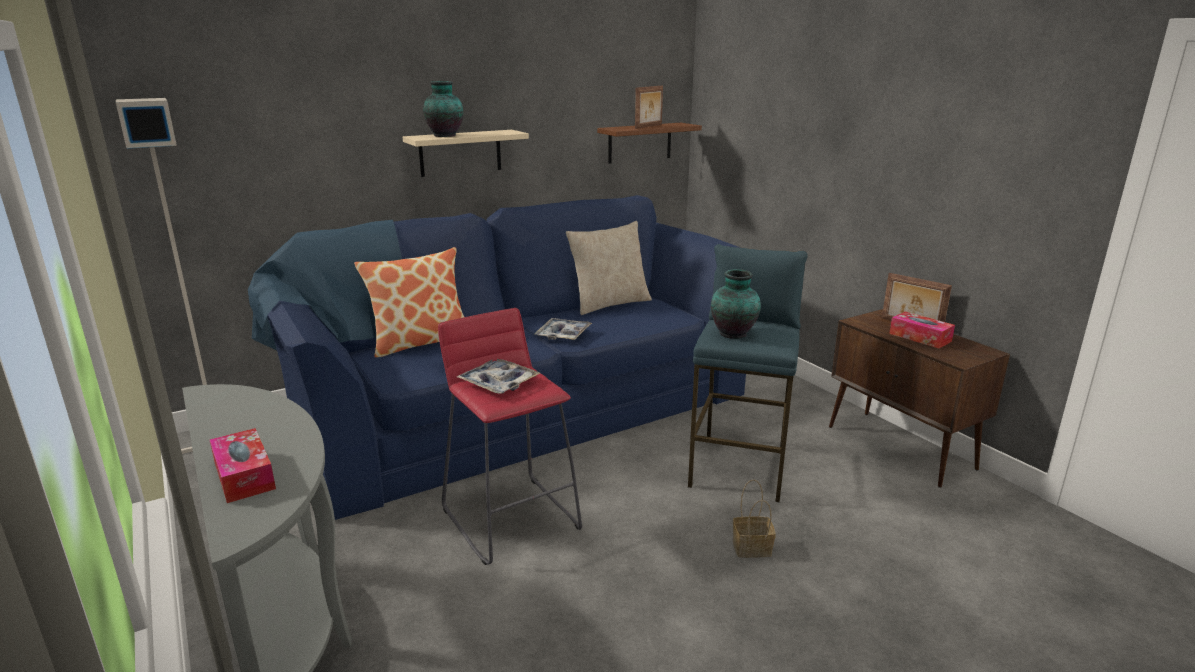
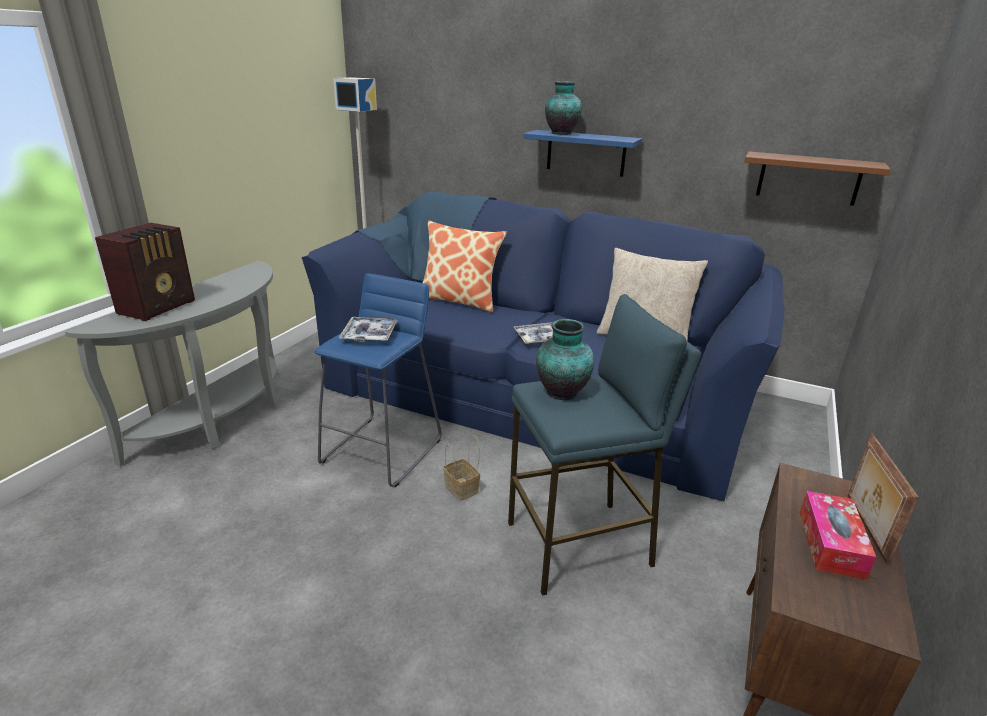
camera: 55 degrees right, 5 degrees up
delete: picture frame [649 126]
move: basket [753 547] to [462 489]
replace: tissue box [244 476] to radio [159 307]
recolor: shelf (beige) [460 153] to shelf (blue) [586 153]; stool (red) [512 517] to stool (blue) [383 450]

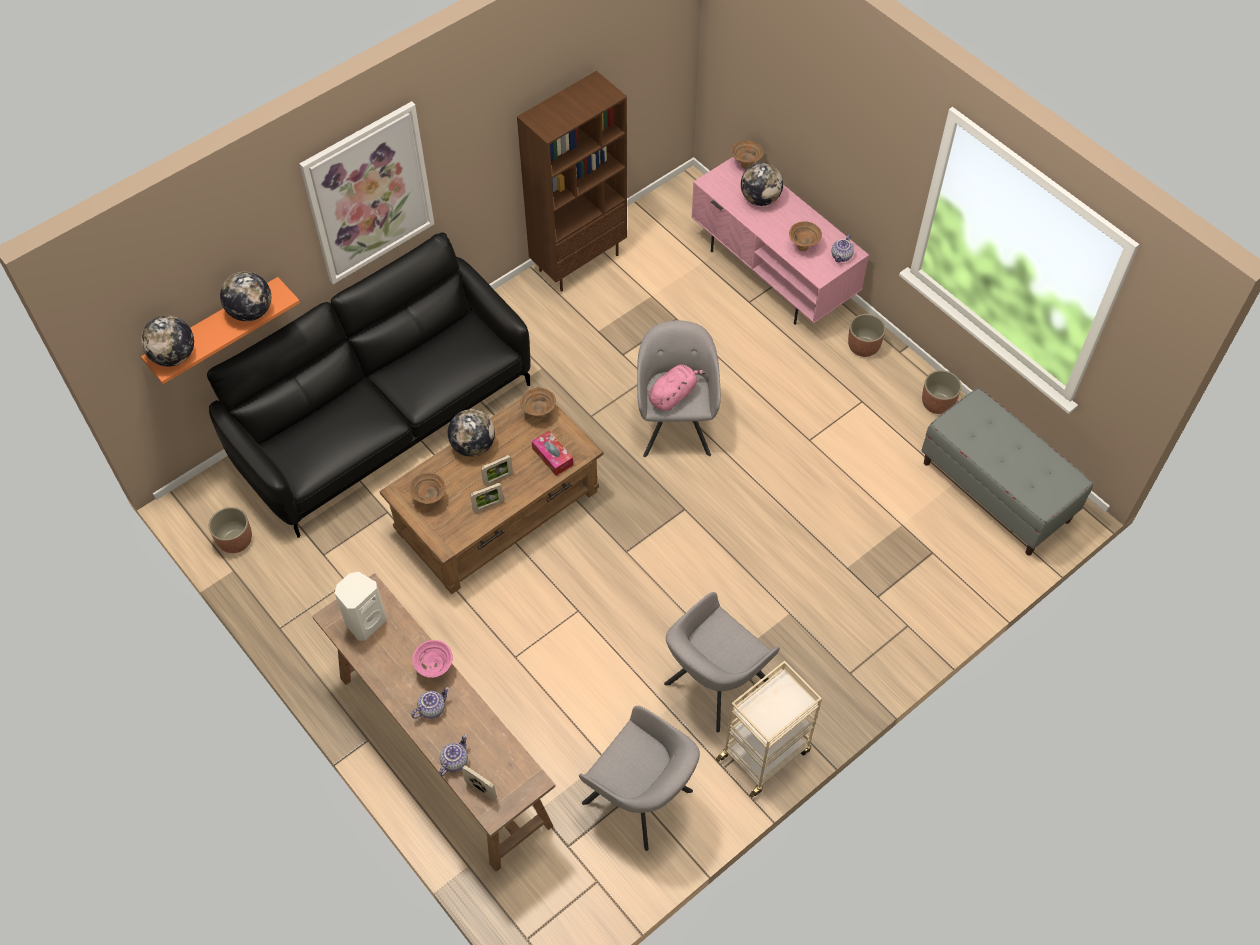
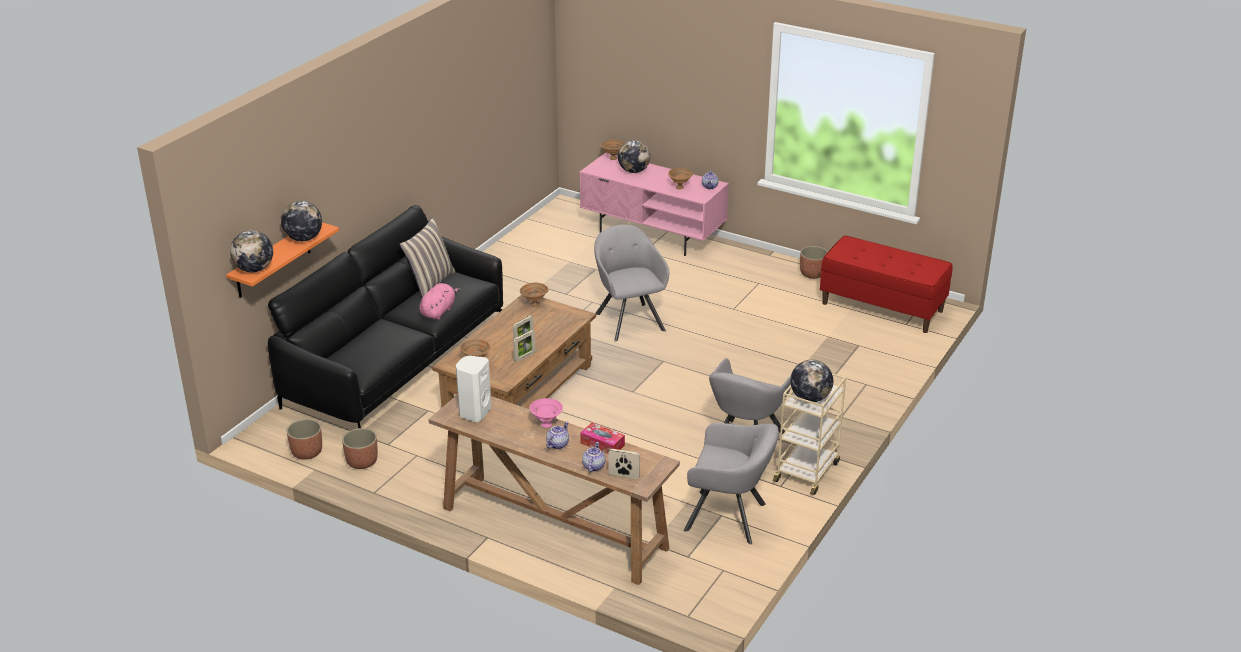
camera: 20 degrees left, 25 degrees down
delete: bookcase (brown) [578 261]; picture [369 193]
insert: pillow [430 283]
move: planter [863 346] to [362 462]; plush toy (pink) [673 395] to [438 311]; globe [473 446] to [810 398]; tissue box [552 457] to [602 444]
recolor: bench (grey) [996 491] to bench (red) [882 307]

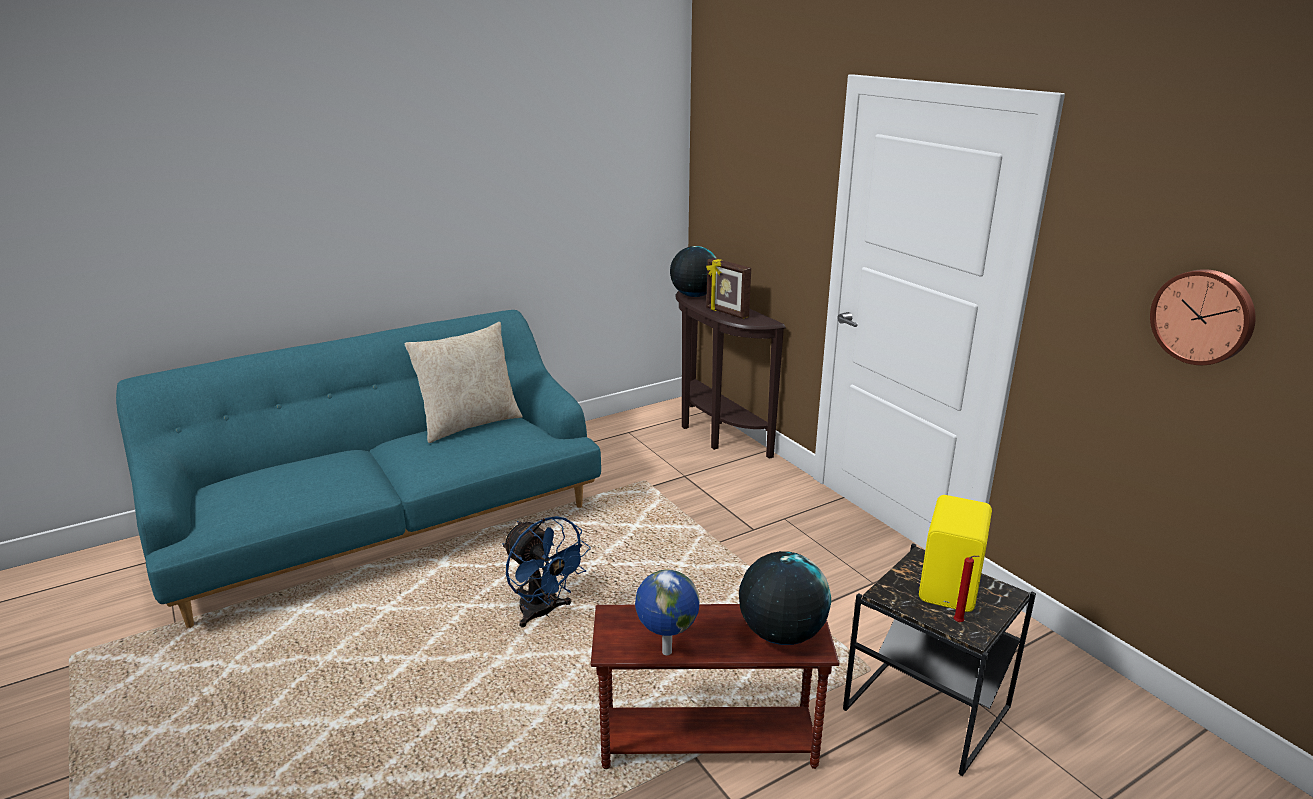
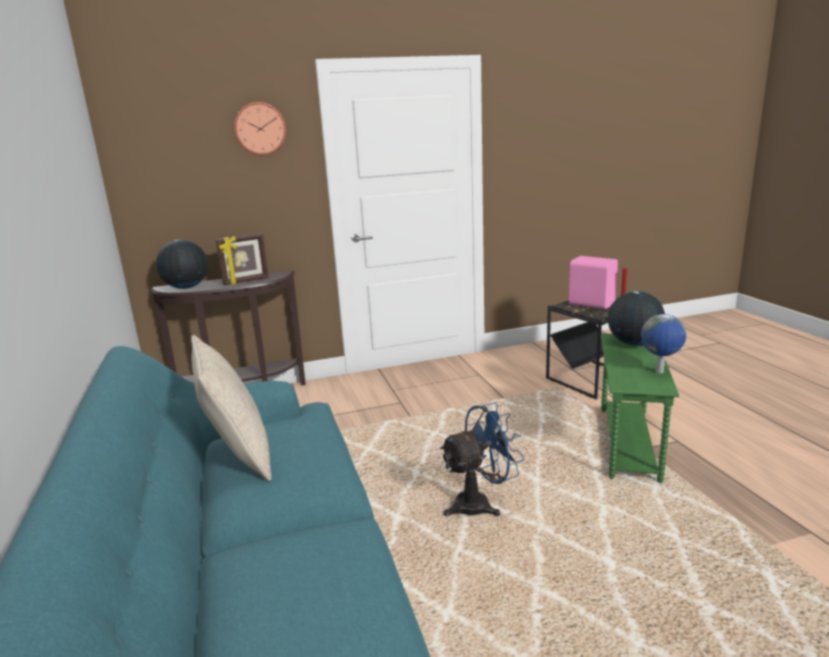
camera: 75 degrees left, 5 degrees down
move: wall clock [1203 316] to [260 129]
recolor: speaker (yellow) [951 587] to speaker (pink) [591 303]; side table (brown) [708 743] to side table (green) [629 443]

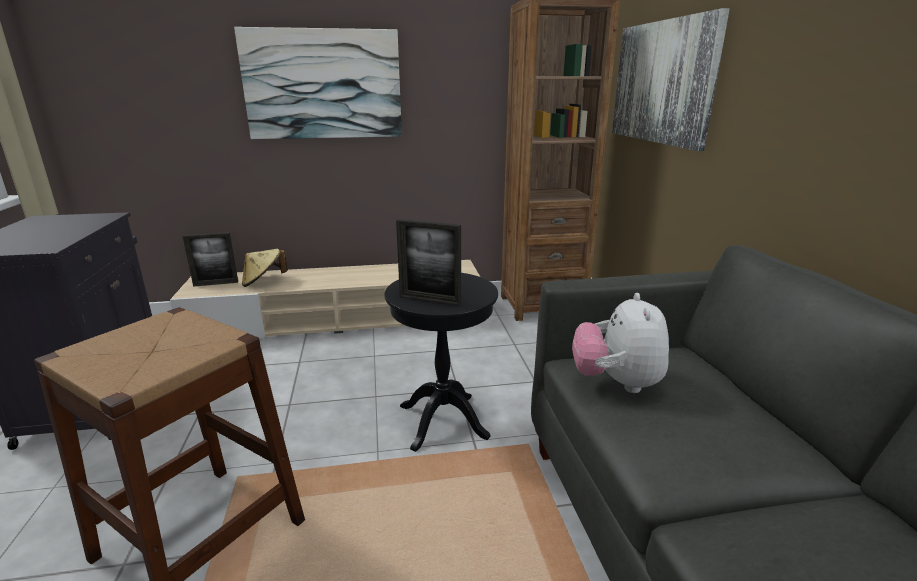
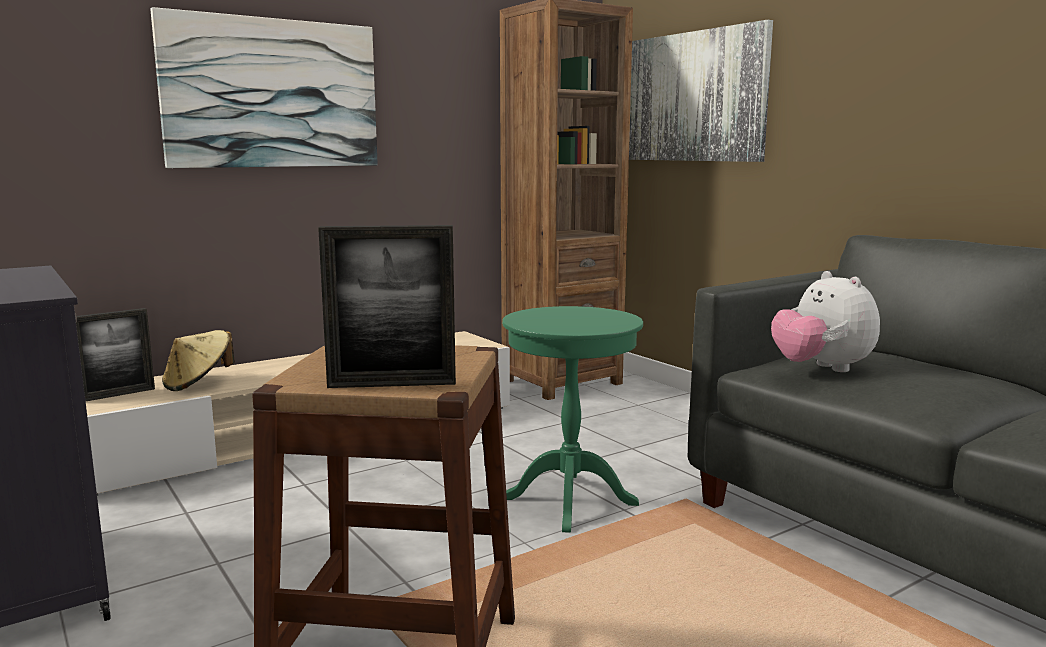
camera: 25 degrees left, 10 degrees down
move: picture frame [430 300] to [392 384]
recolor: side table (black) [443 421] to side table (green) [570 501]

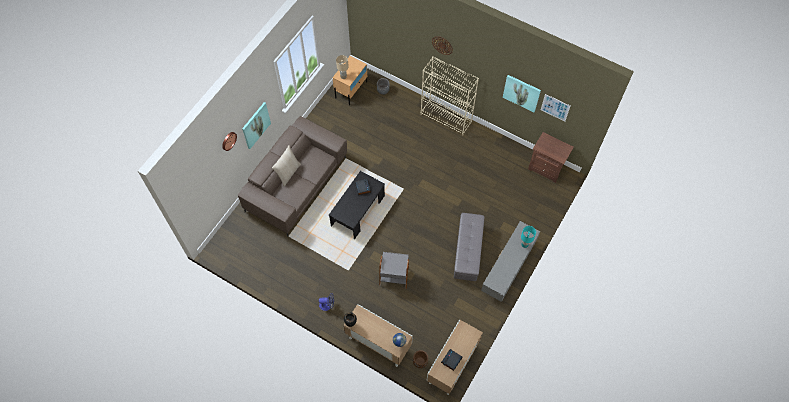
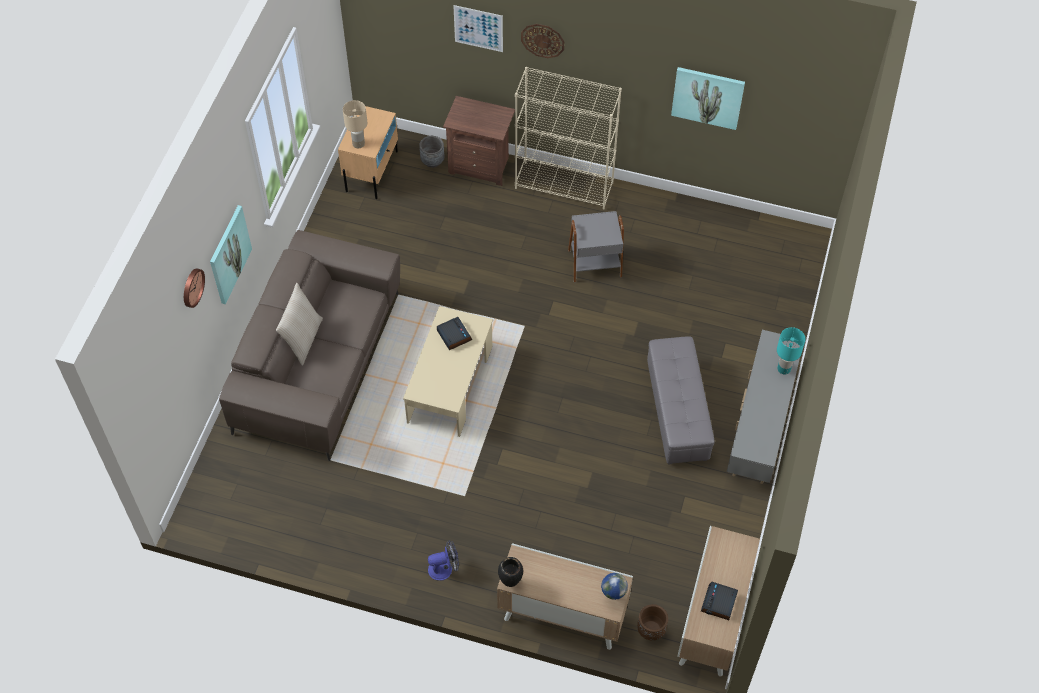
camera: 15 degrees left, 5 degrees down
move: picture [555 107] to [478 28]; nightstand (brown) [546 168] to [481 165]; side table (grey) [394 275] to [594 262]
recolor: coffee table (black) [358 210] to coffee table (beige) [450 384]

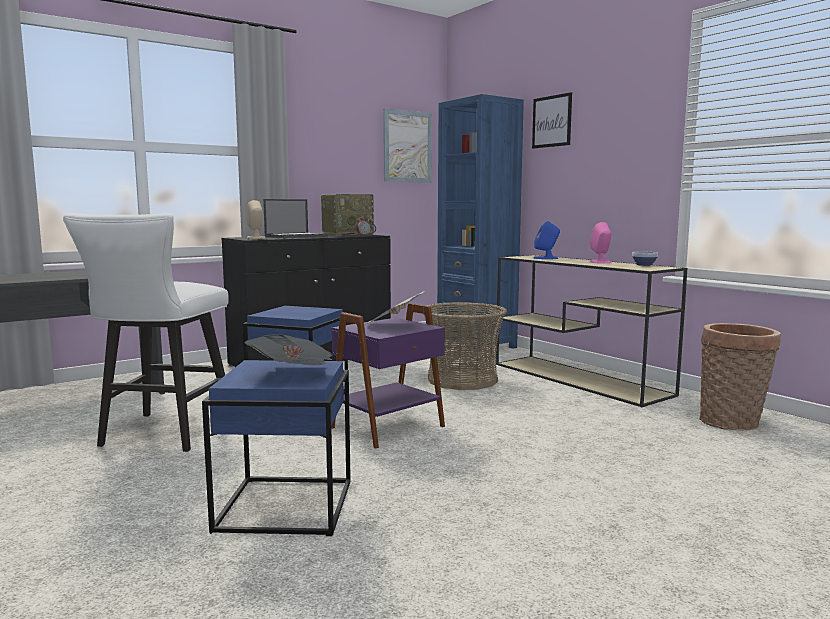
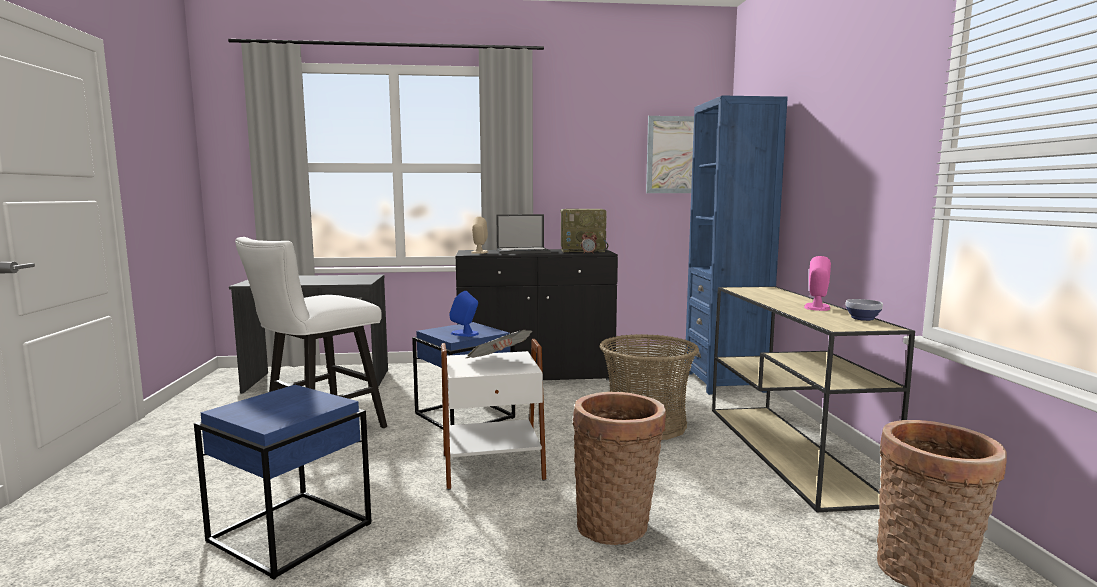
camera: 30 degrees right, 0 degrees up
delete: picture [552 121]; newspaper [294 375]
insert: basket [616 524]
move: speaker (blue) [546 258] to [465 333]
recolor: side table (purple) [389 427] to side table (white) [493 468]

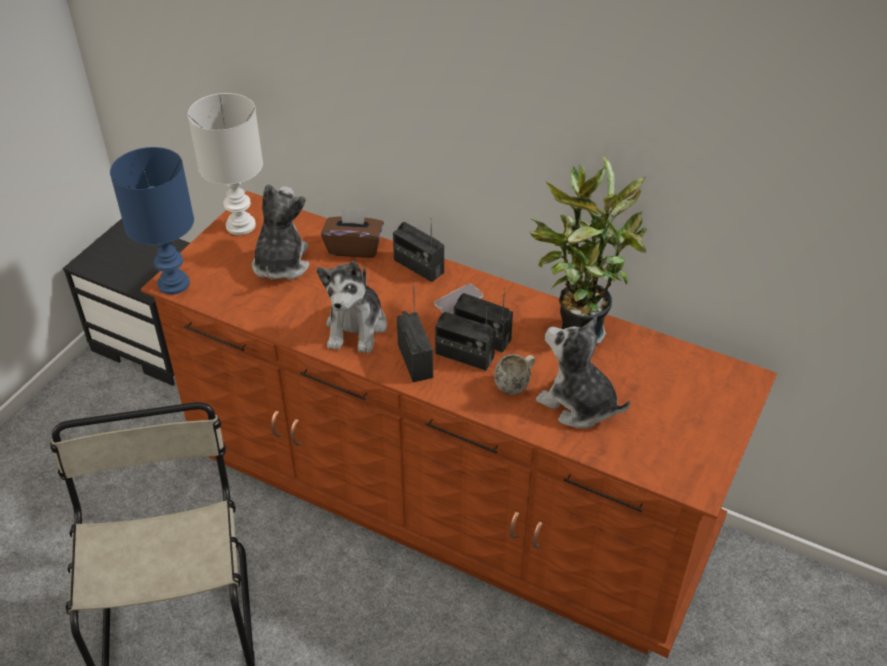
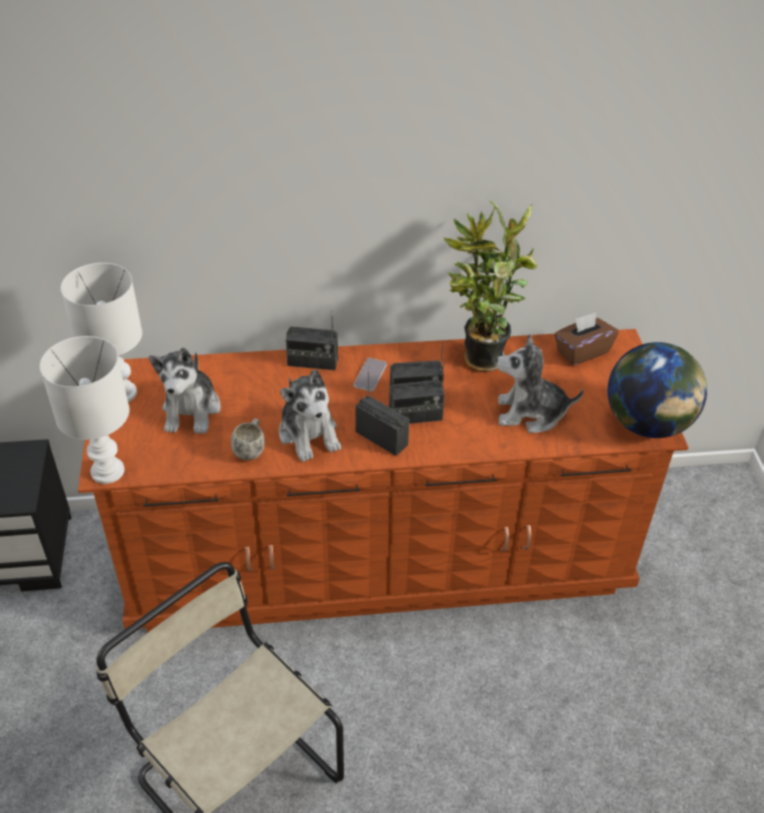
camera: 35 degrees left, 0 degrees up
insert: globe [647 424]
move: tissue box (brown) [354 247] to [582 351]; mug (white) [515 384] to [250 449]
recolor: table lamp (blue) [172 284] to table lamp (white) [106 472]
rotate: plush toy [281 264] = [191 410] 150 degrees counterclockwise

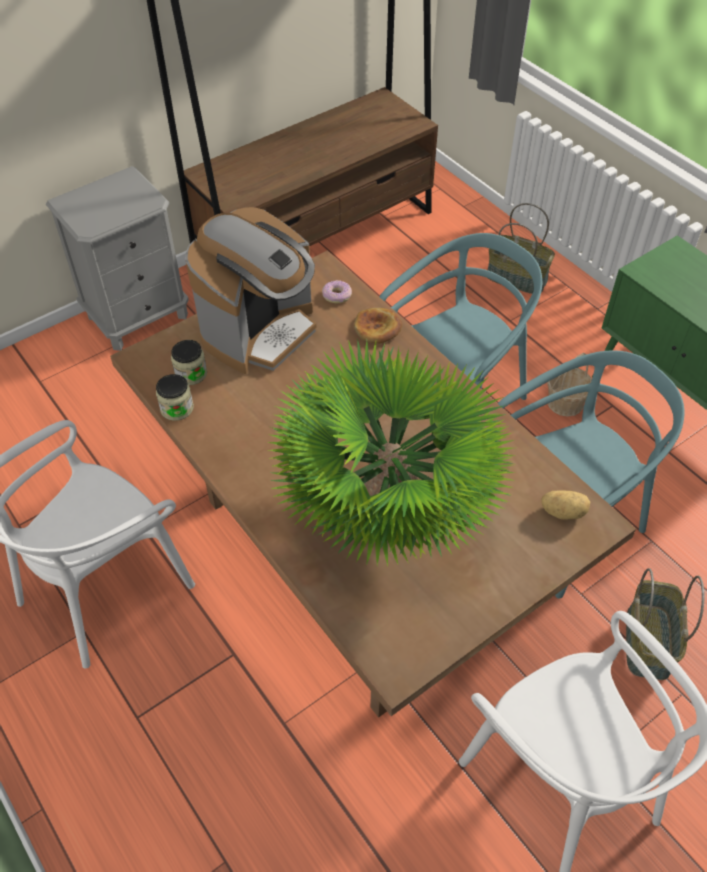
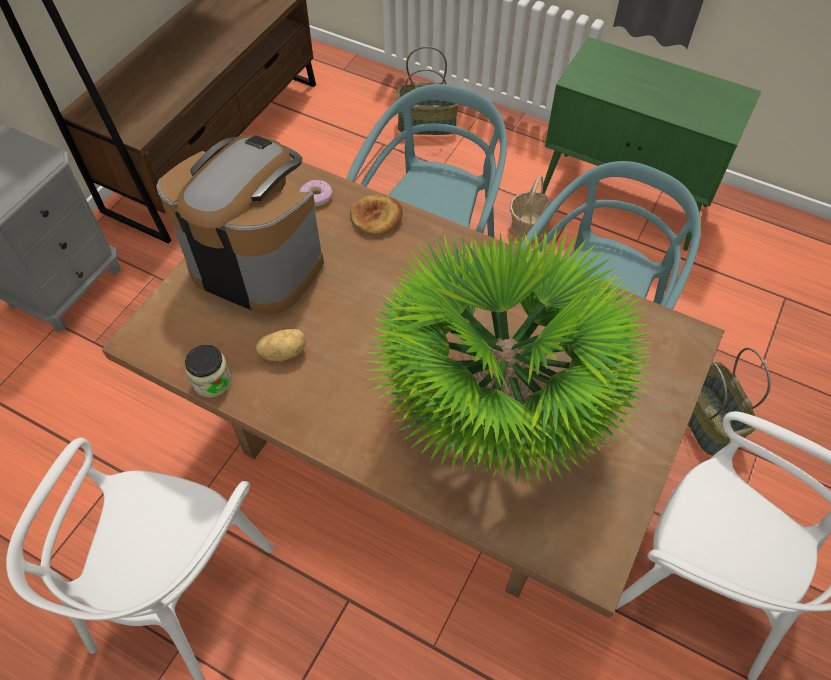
camera: 25 degrees left, 5 degrees up
delete: jar [191 373]
move: potato [563 511] to [283 352]
rotate: coffee machine [260 332] = [257 263] 75 degrees counterclockwise

